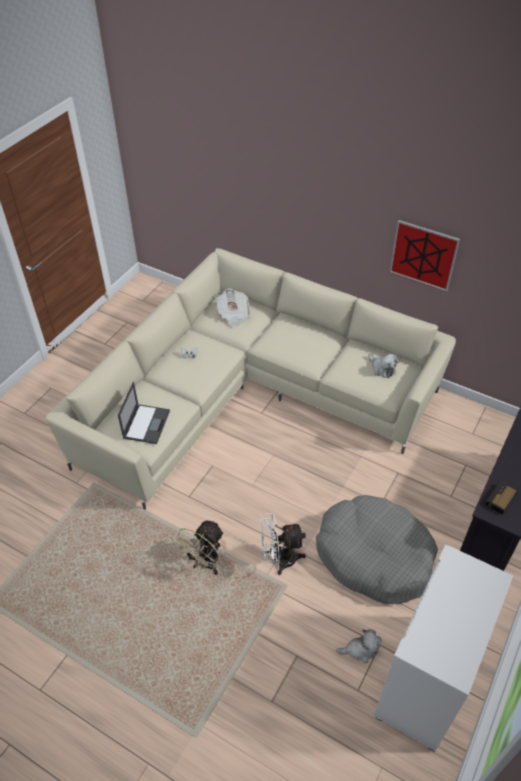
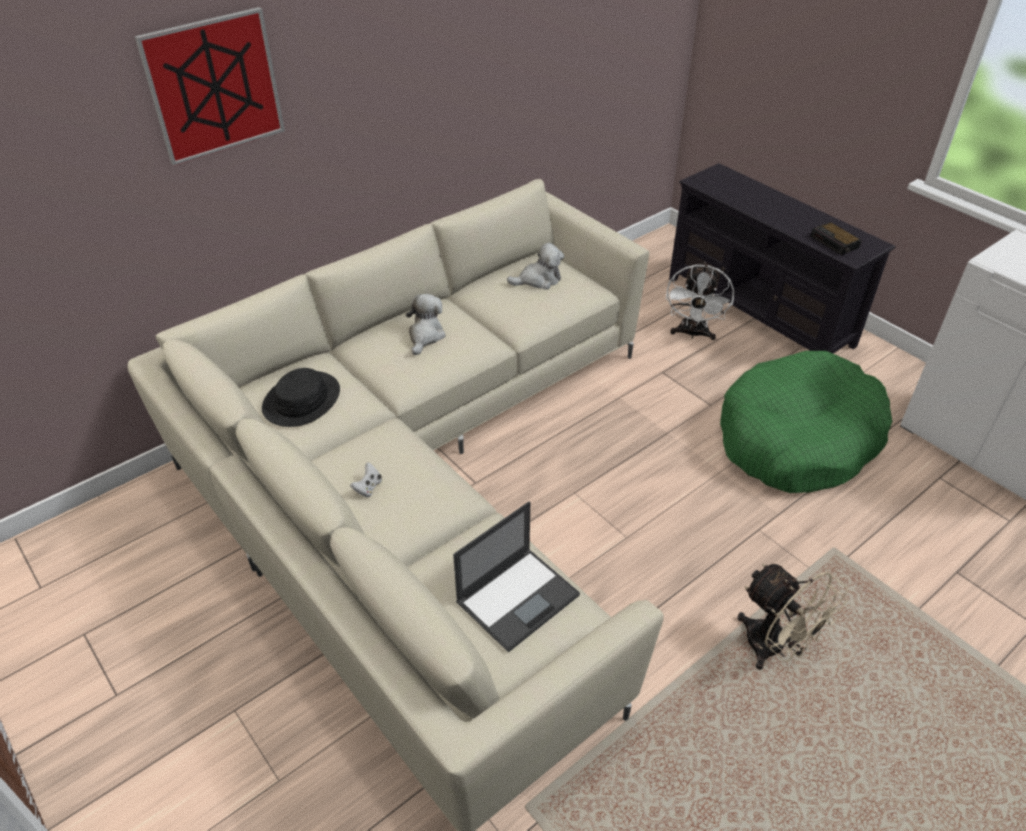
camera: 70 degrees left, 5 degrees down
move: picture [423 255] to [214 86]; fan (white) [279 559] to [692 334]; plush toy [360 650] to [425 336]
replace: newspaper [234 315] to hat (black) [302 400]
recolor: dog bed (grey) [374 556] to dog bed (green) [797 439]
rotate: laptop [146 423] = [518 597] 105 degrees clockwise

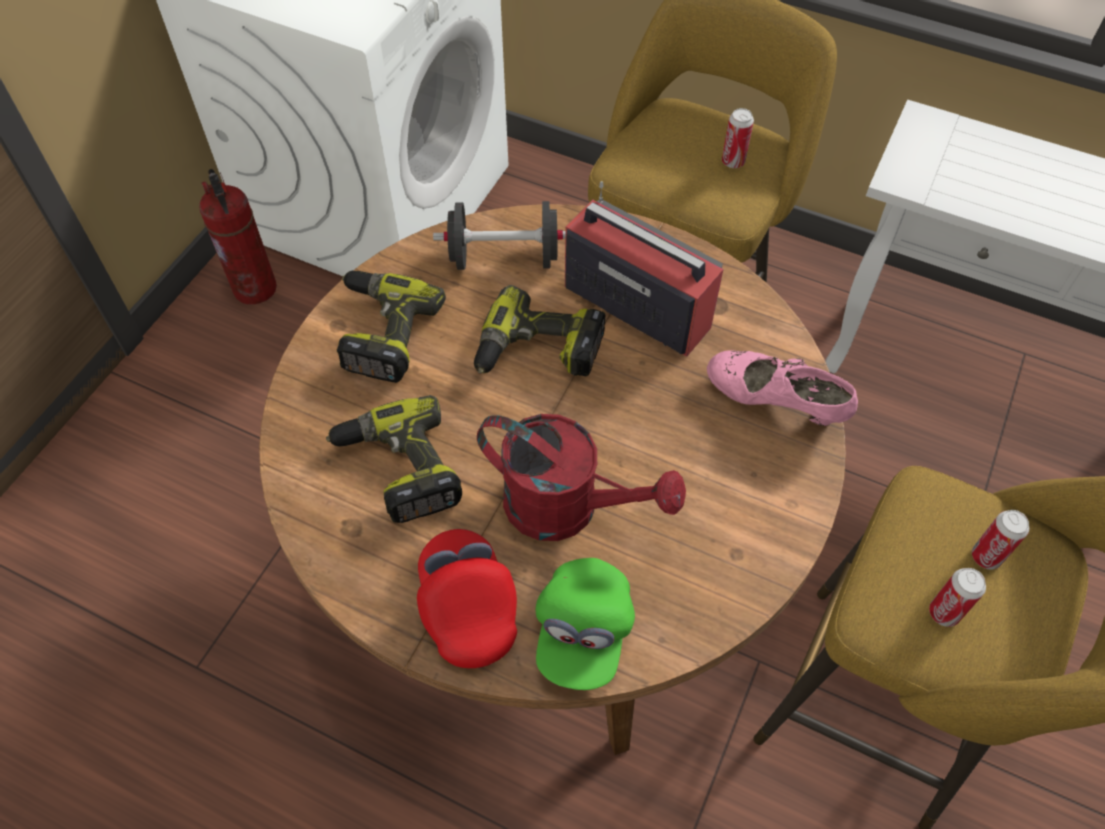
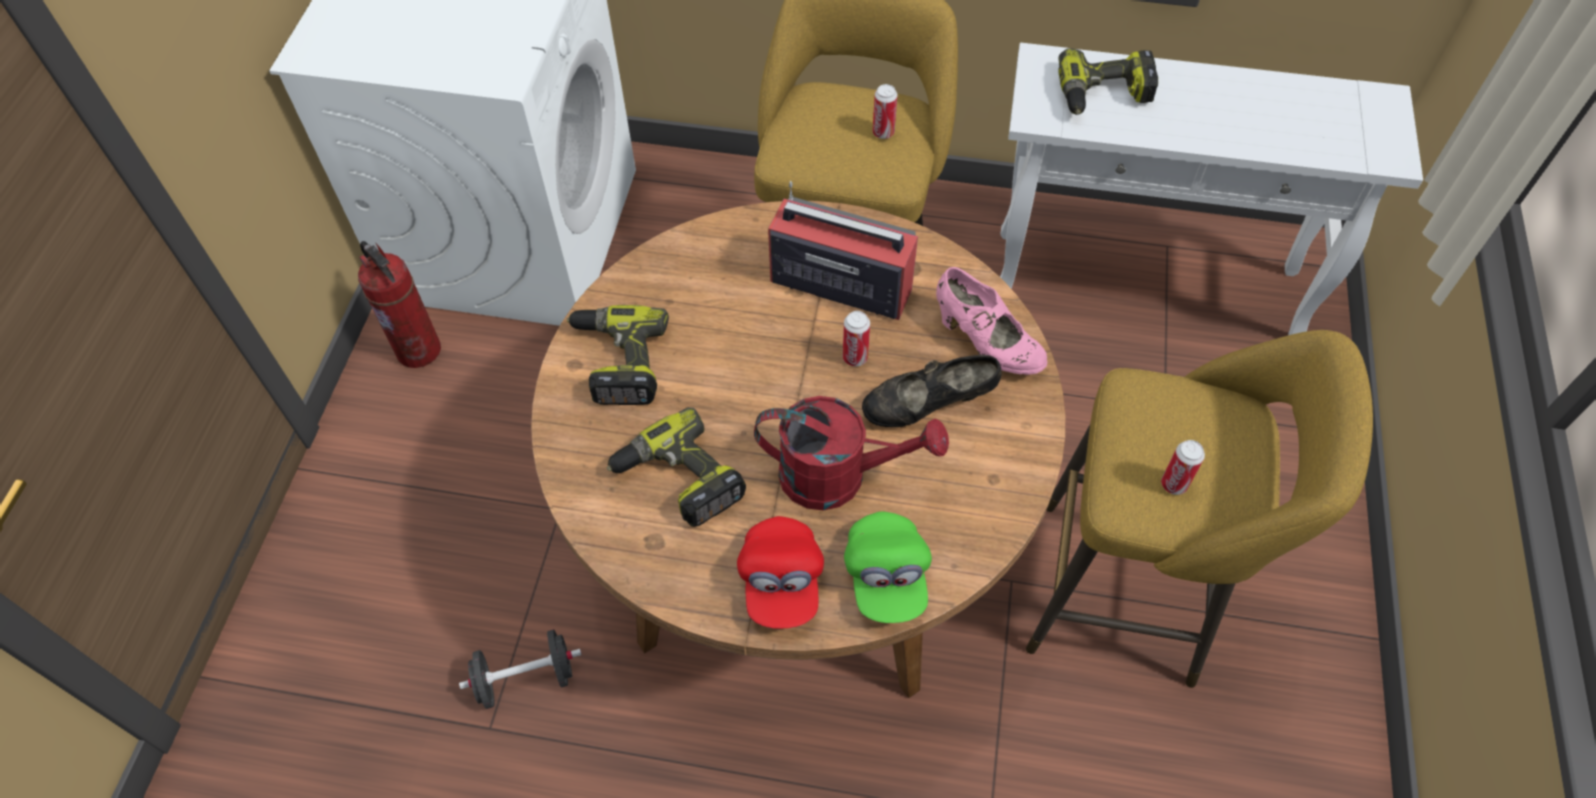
camera: 15 degrees left, 0 degrees up
insert: shoe (black) [928 407]
move: dumbbell (black) [504 258] to [526 678]; power drill [538 352] to [1103 95]; can [986 557] to [855 357]
rotate: shoe (pink) [774 403] = [986 343] 150 degrees counterclockwise; cap (red) [467 607] = [781 582] 150 degrees counterclockwise

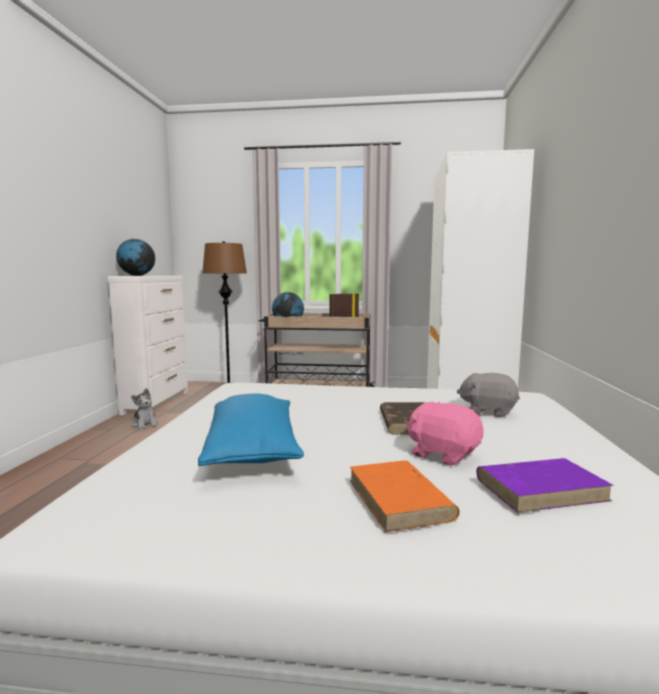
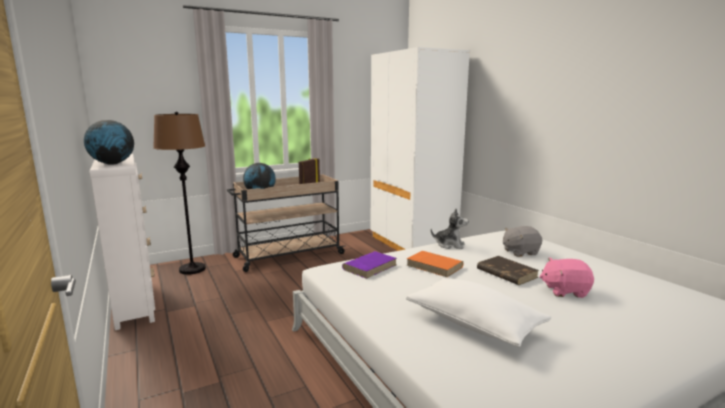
camera: 35 degrees left, 5 degrees up
move: plush toy [145 424] to [449 245]; book (purple) [541 489] to [370 267]; book (orange) [400 499] to [435 266]
recolor: pillow (blue) [253 450] to pillow (white) [474 324]

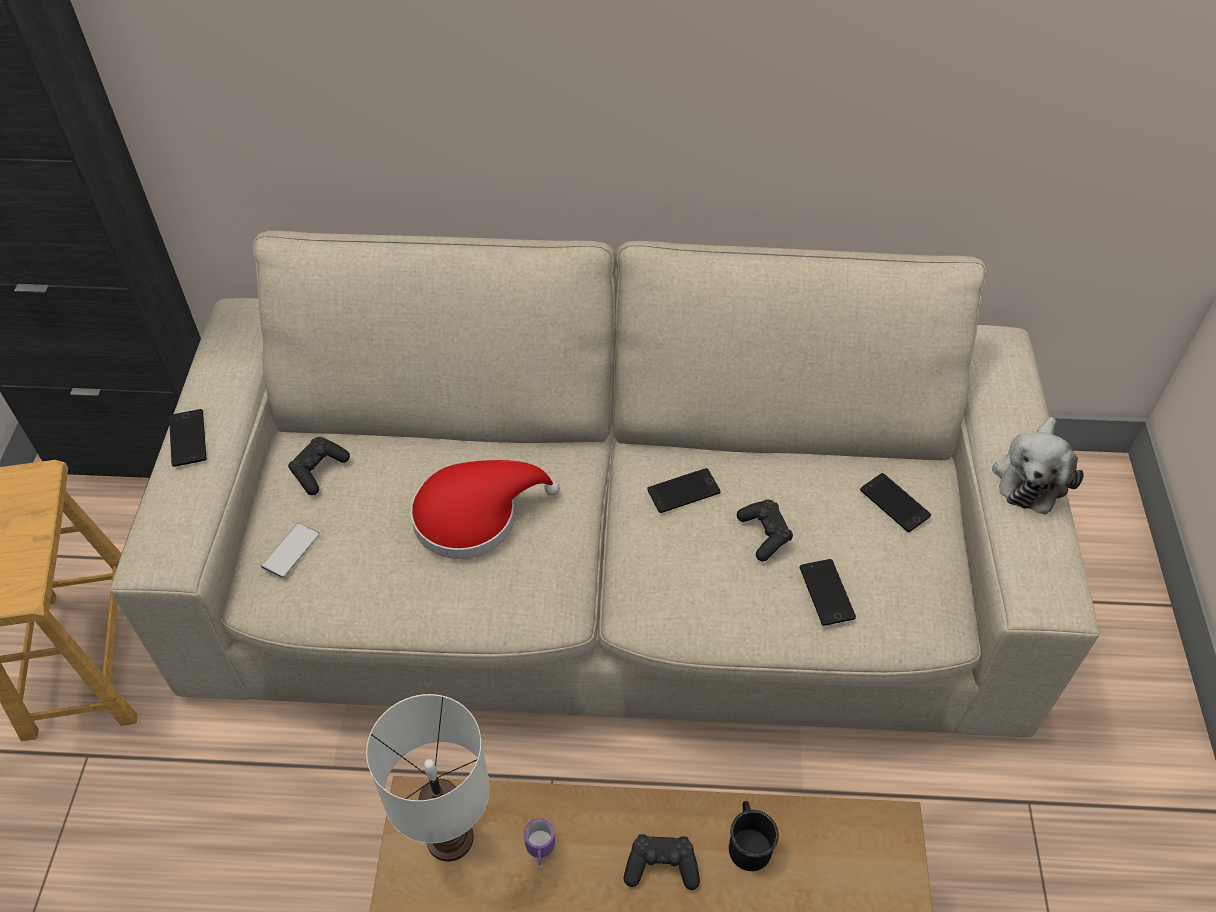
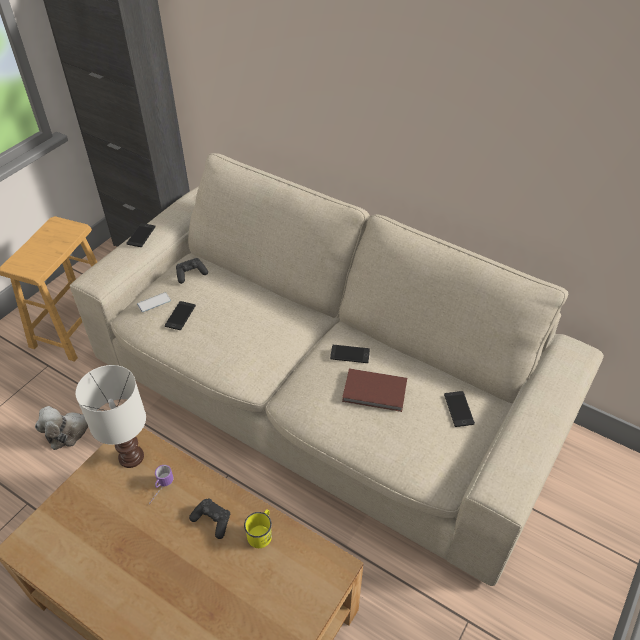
camera: 30 degrees right, 5 degrees down
delete: hat (red) [474 515]
move: plush toy [1031 476] to [70 431]; phone [826 592] to [180 316]
replace: game controller (black) [764 535] to book (brown) [375 392]
recolor: mug (black) [748 842] to mug (yellow) [261 533]

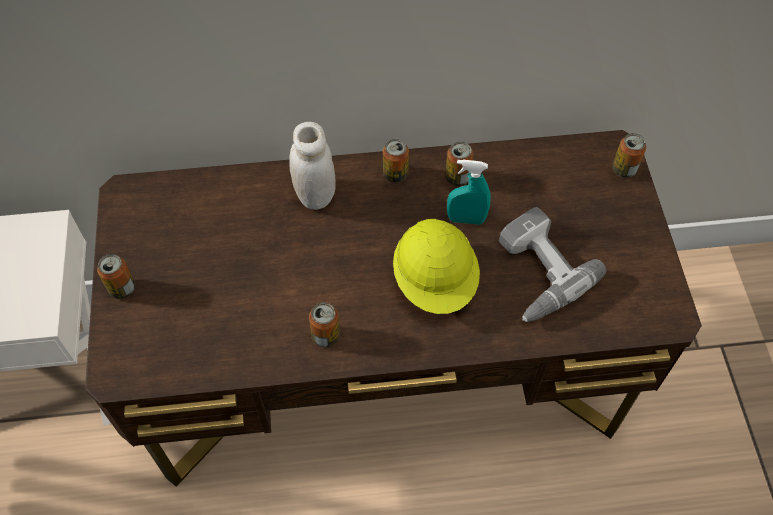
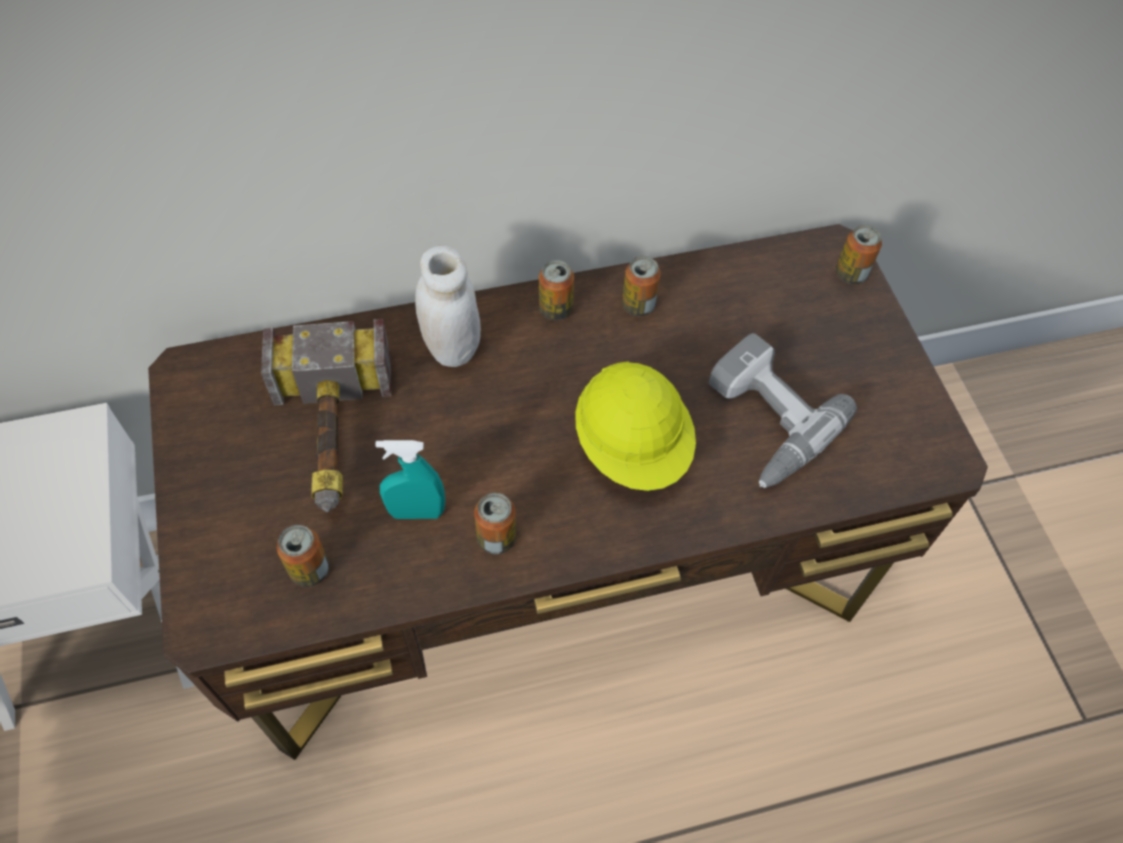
camera: 10 degrees left, 0 degrees up
insert: hammer [332 436]
move: spray bottle (turquoise) [466 219] to [416 512]; can [122 288] to [309 570]

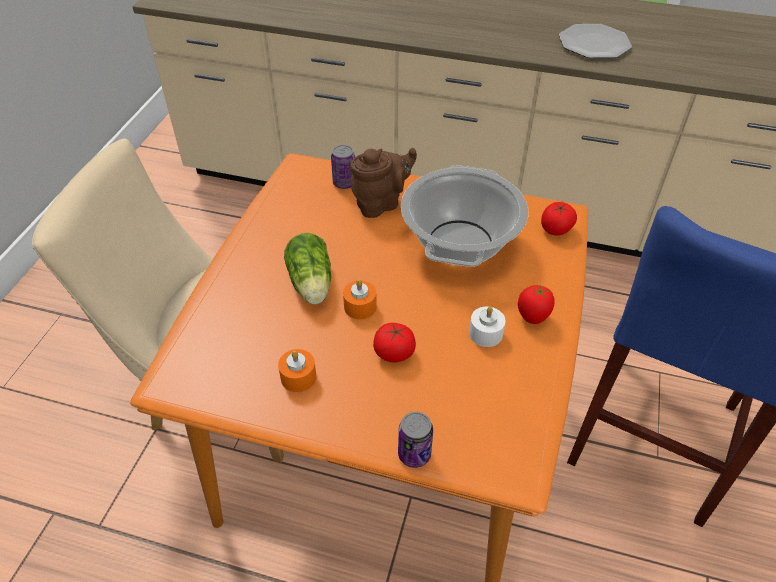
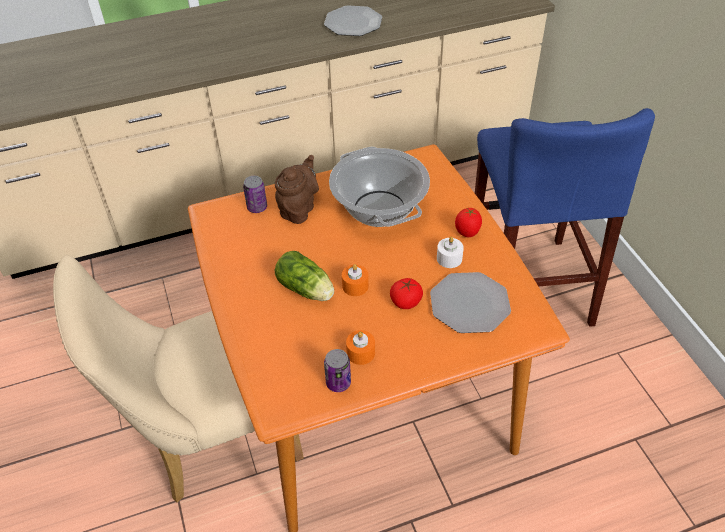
camera: 35 degrees left, 0 degrees up
delete: tomato [556 229]
insert: plate [469 304]
move: can [414 454] to [338 383]

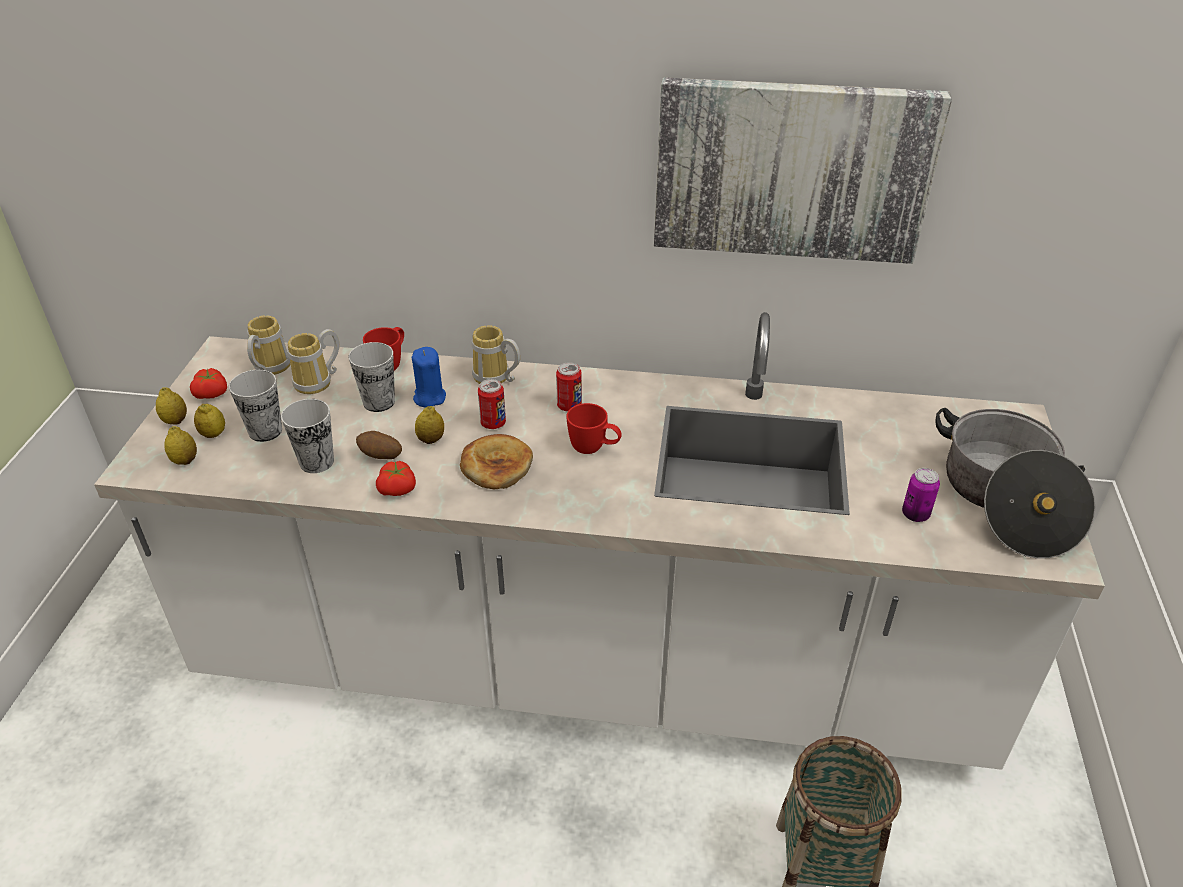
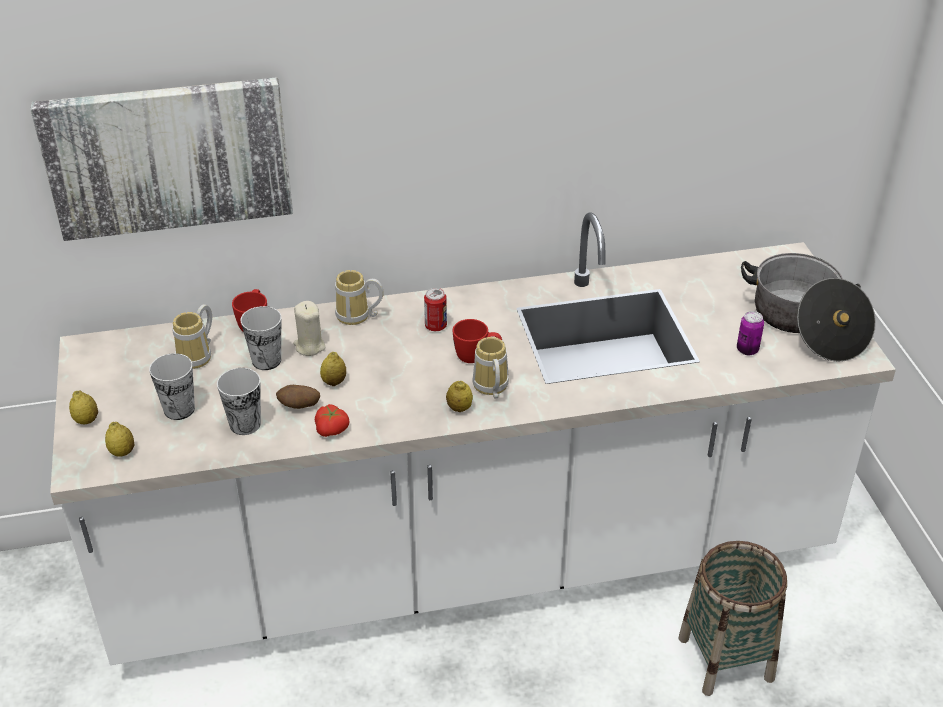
camera: 20 degrees left, 0 degrees up
delete: tomato [212 394]; can [493 423]; bread [496 465]
move: picture [792 170] to [168 156]; mug [268 369] to [489 388]; lemon [213 434] to [459 408]
recolor: candle (blue) [429 397] to candle (beige) [309 346]

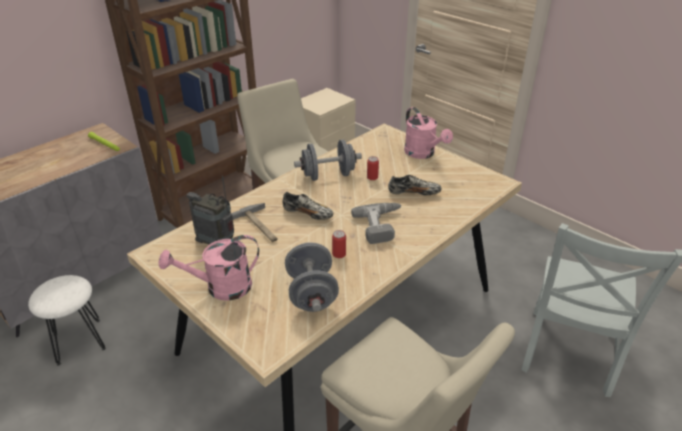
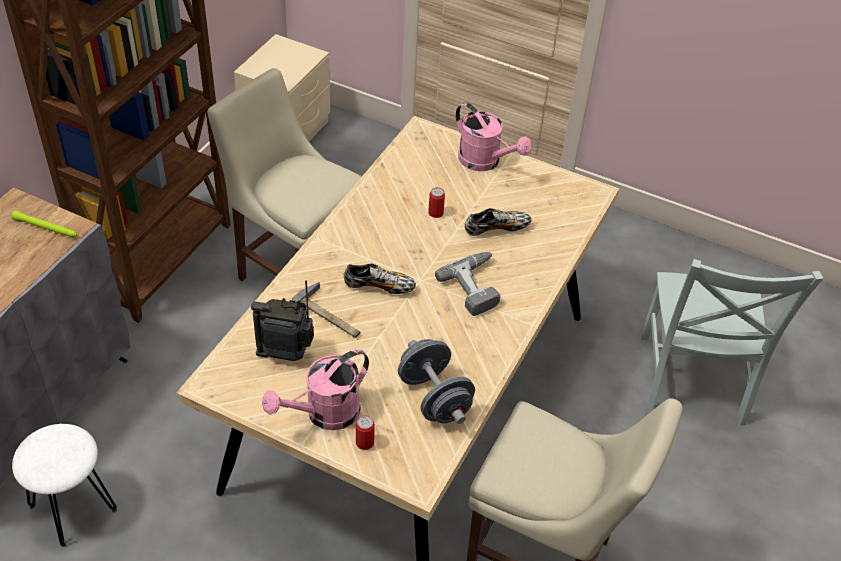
camera: 20 degrees left, 10 degrees up
delete: dumbbell (grey) [328 175]
move: can [339 254] to [364 442]

